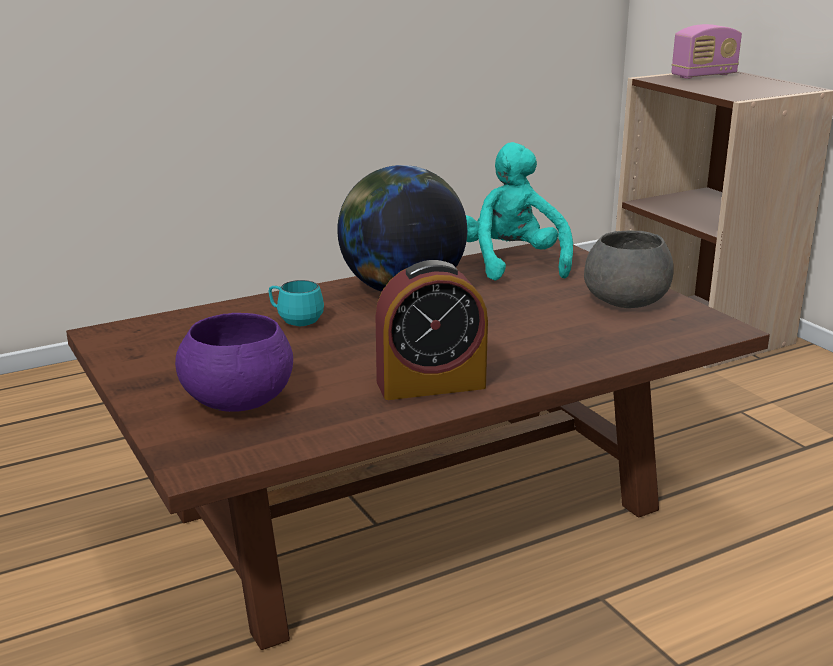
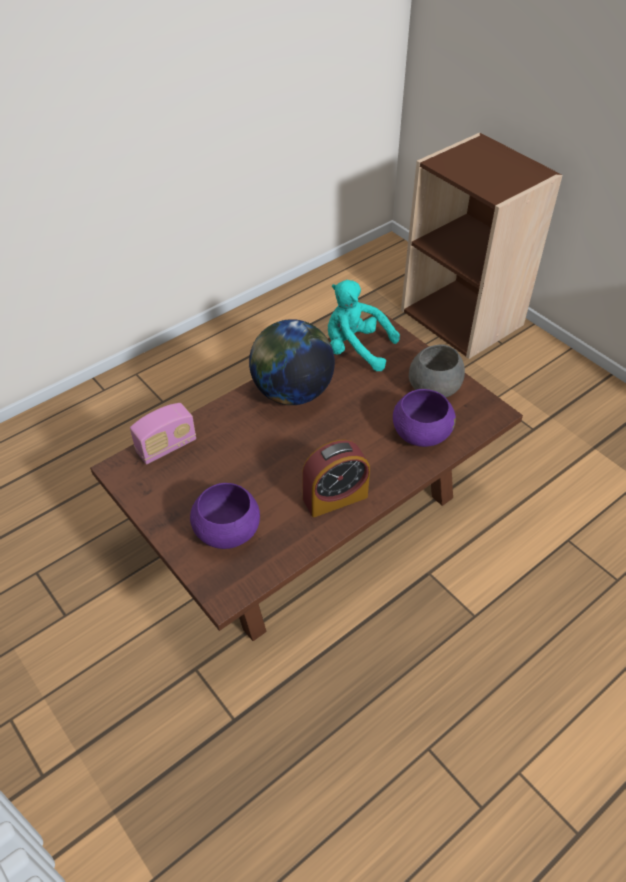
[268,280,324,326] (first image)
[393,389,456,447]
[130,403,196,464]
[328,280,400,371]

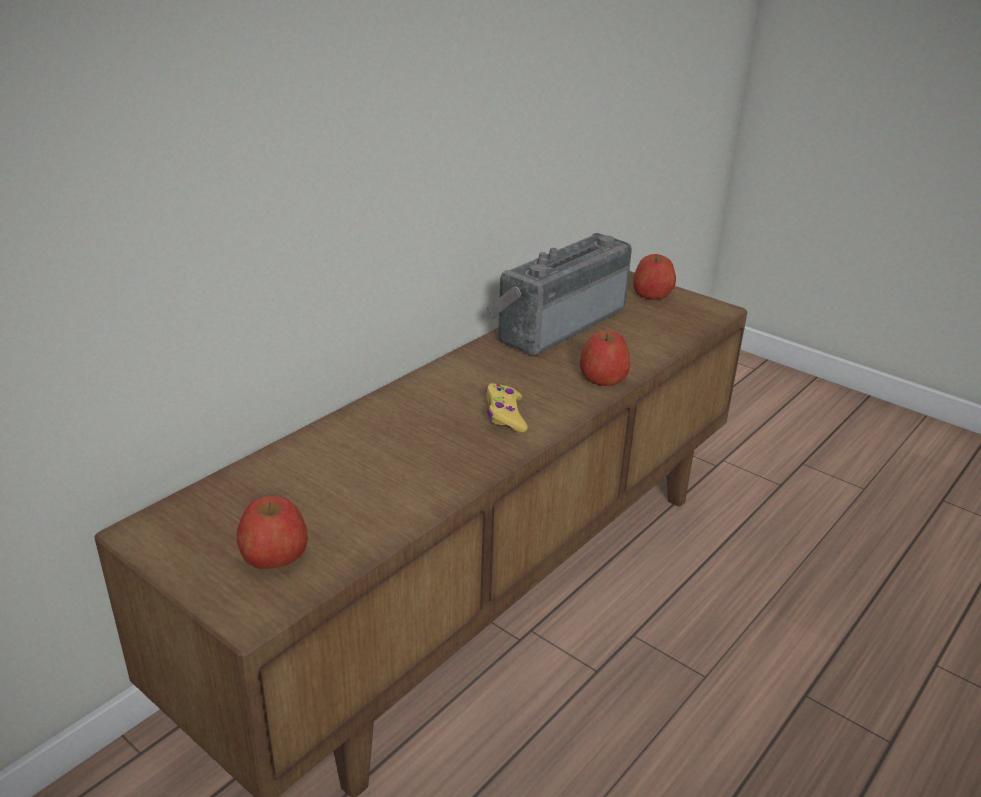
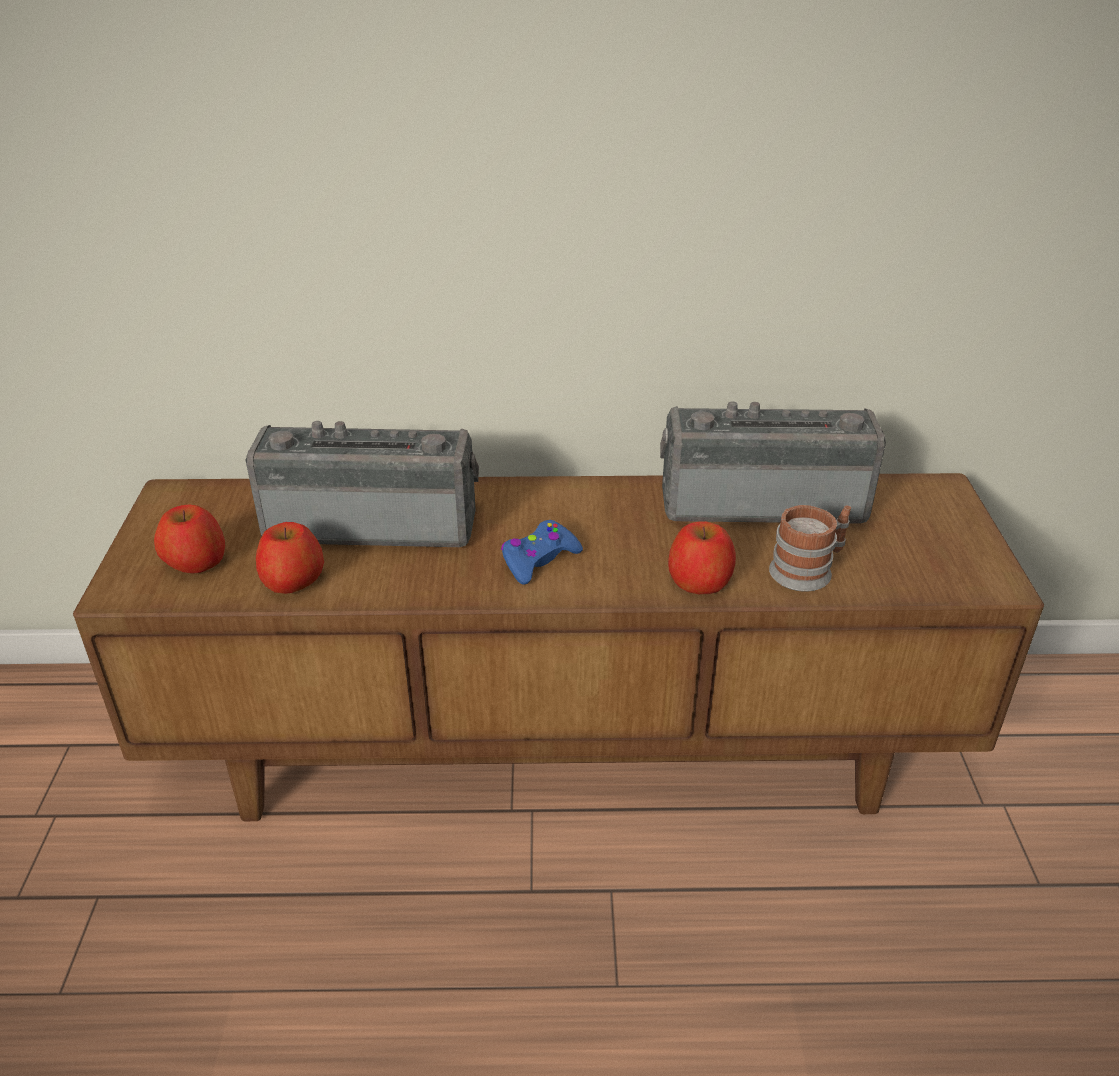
[246,421,479,547]
[769,505,851,592]
[256,522,324,594]
[501,520,583,585]

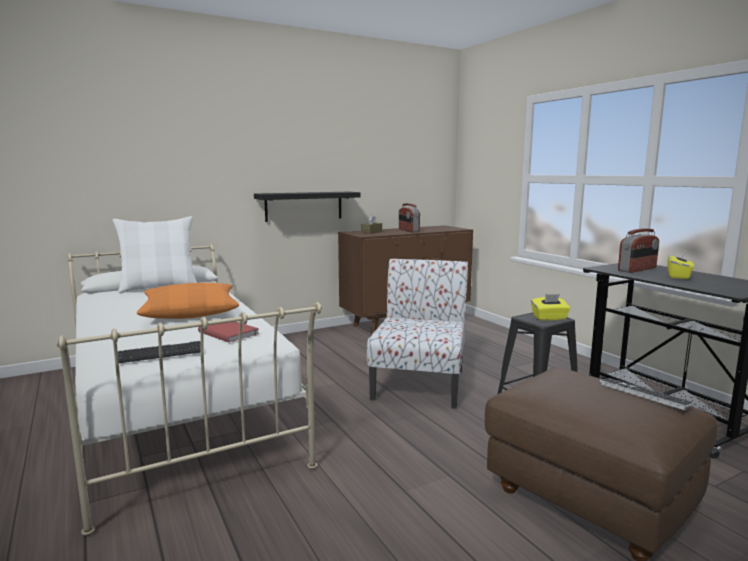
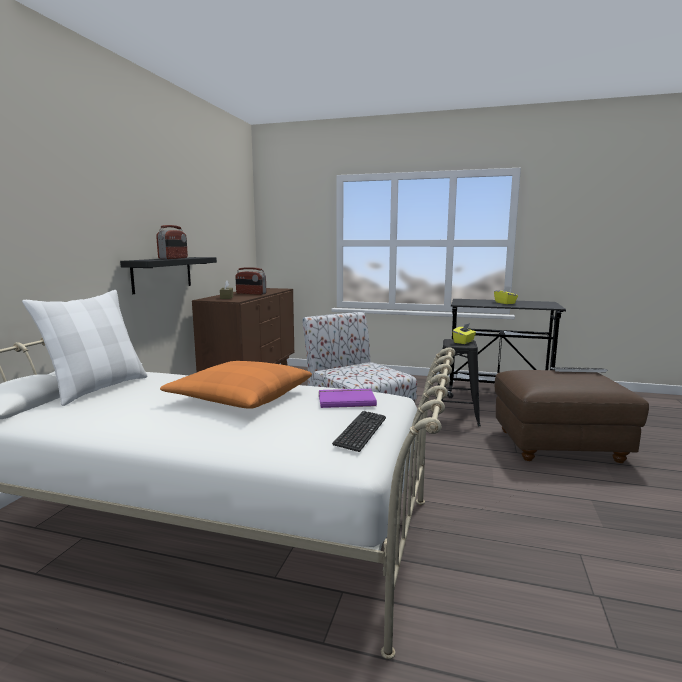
[156,225,188,259]
[319,389,377,408]

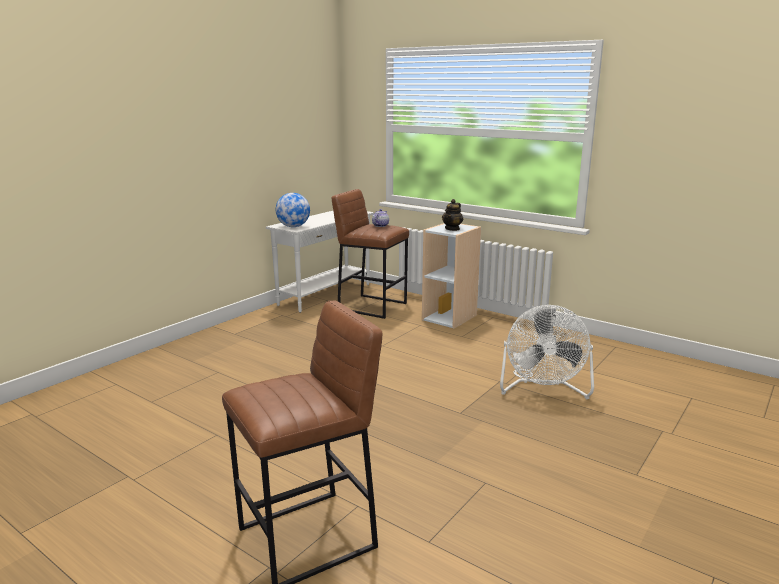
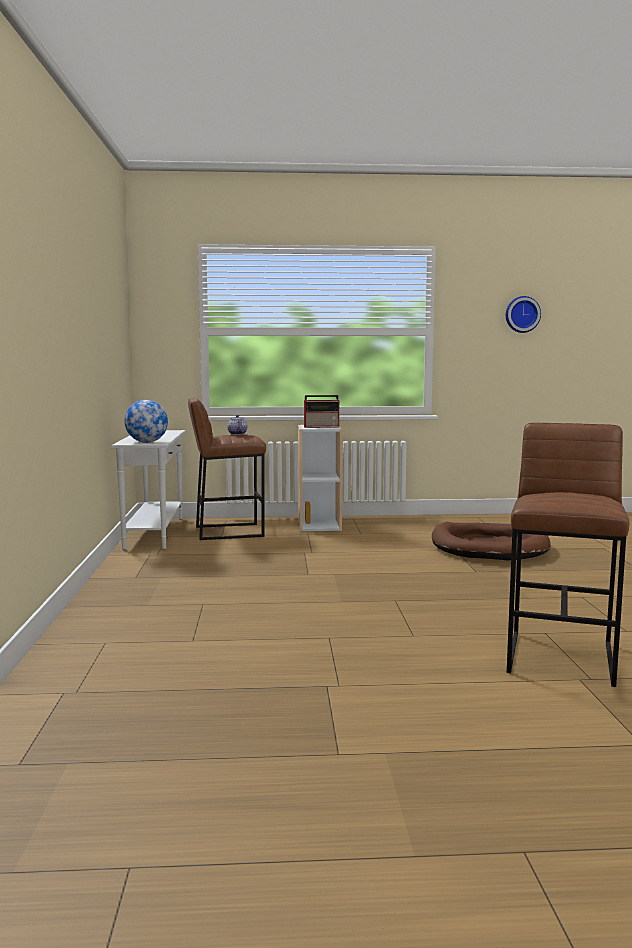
[506,296,541,333]
[304,395,340,428]
[432,522,551,560]

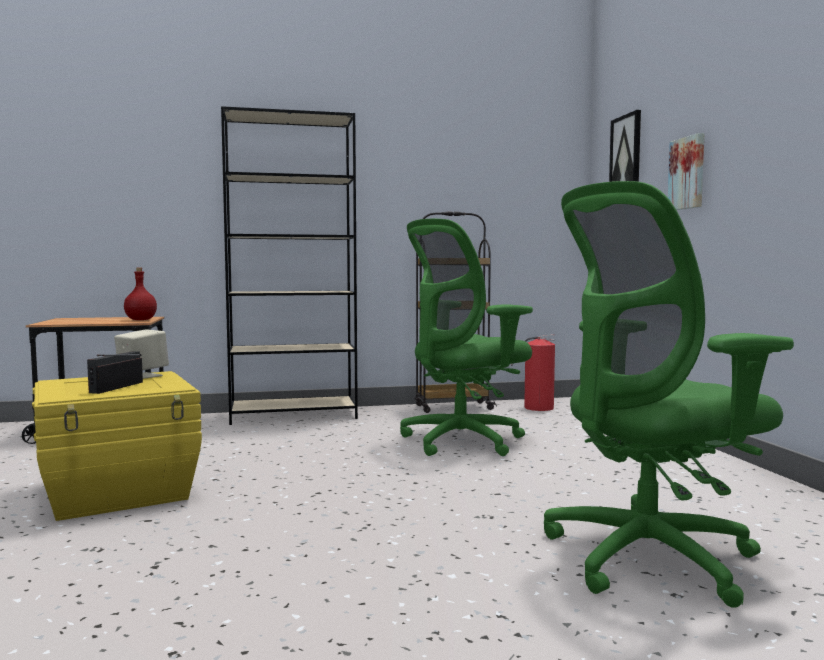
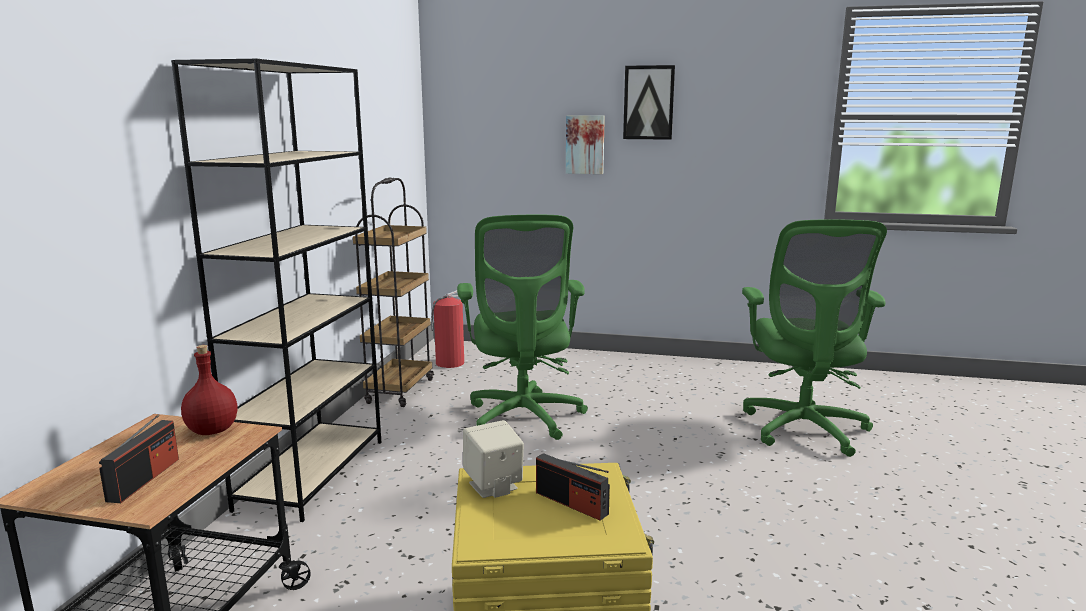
[99,415,179,503]
[623,65,675,140]

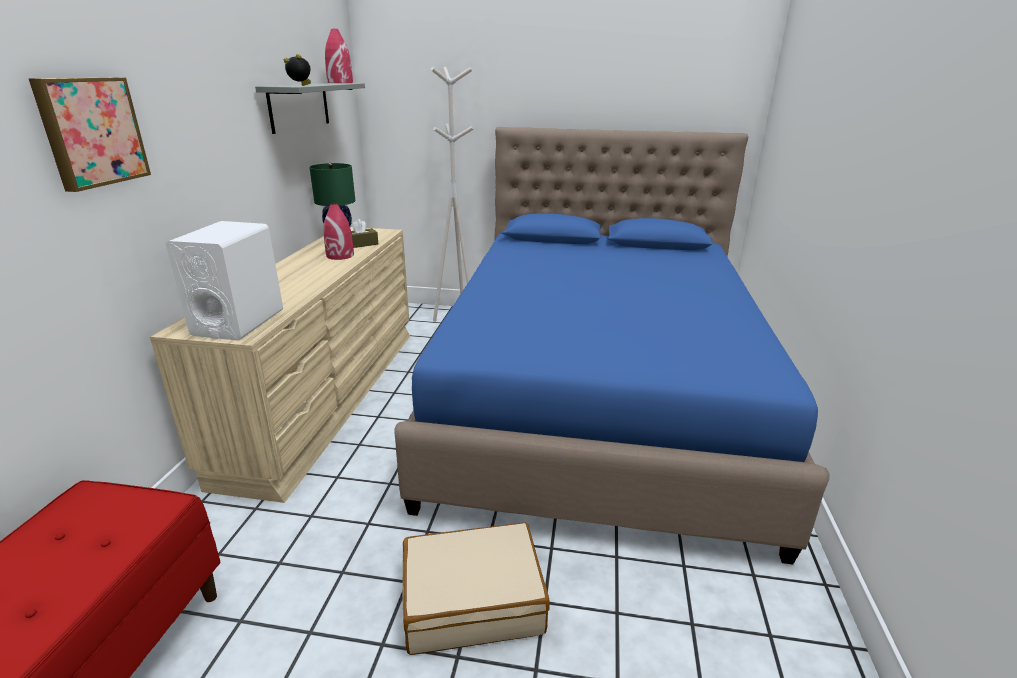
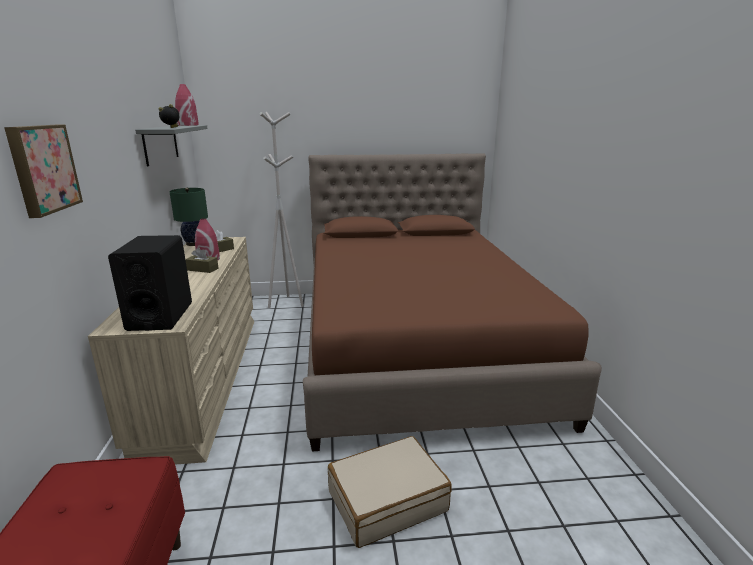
[185,248,218,273]
[108,235,192,331]
[303,153,602,452]

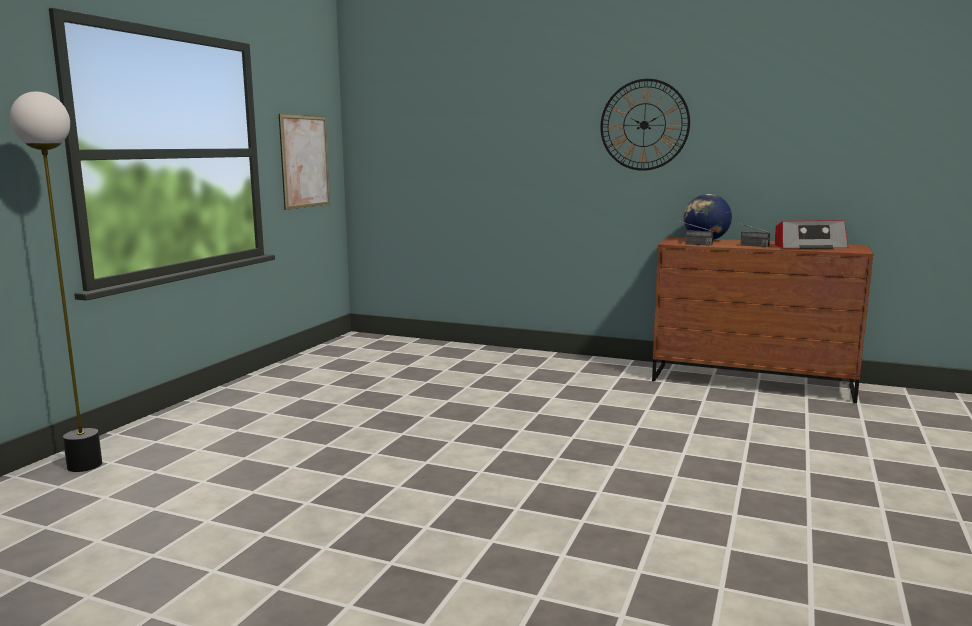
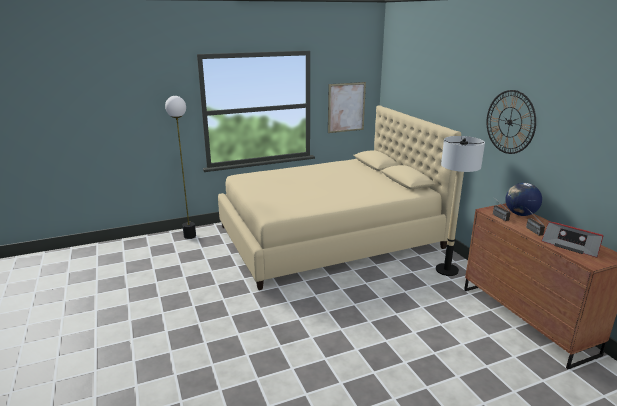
[218,105,461,290]
[436,136,485,276]

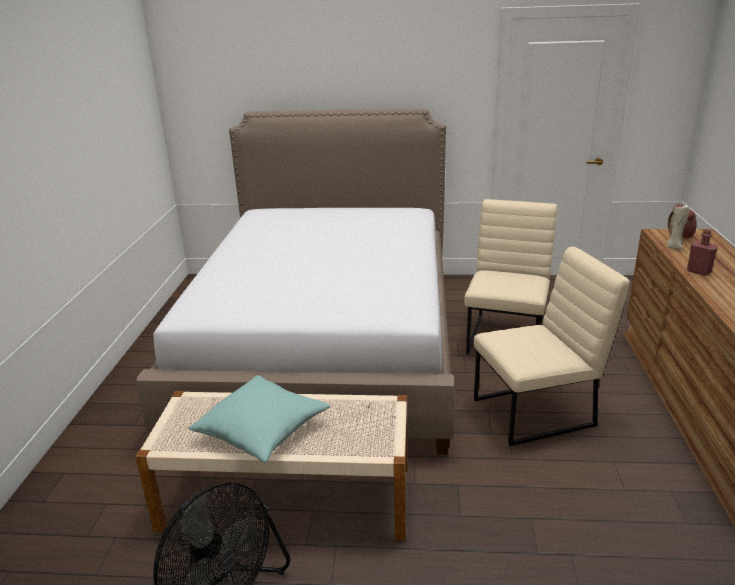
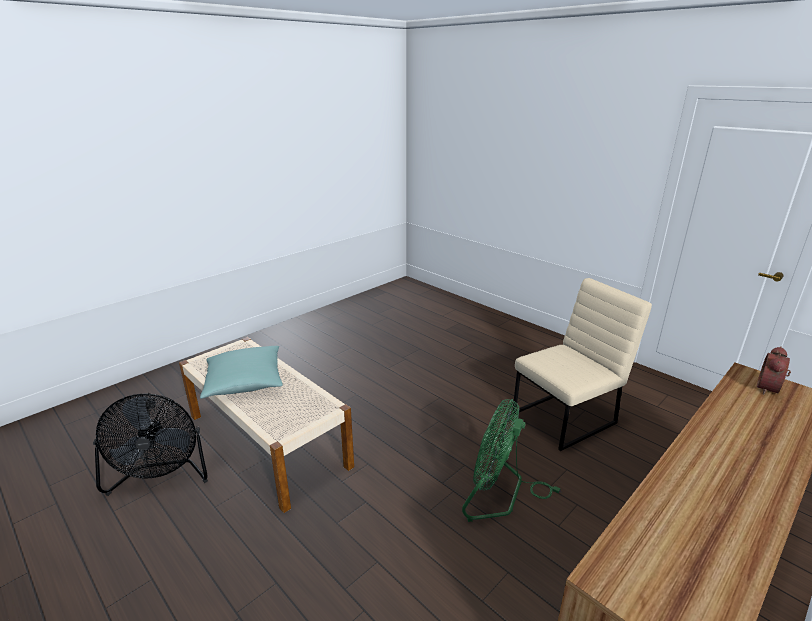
[136,109,455,455] (first image)
[667,205,689,250] (first image)
[687,229,718,276] (first image)
[462,399,562,522]

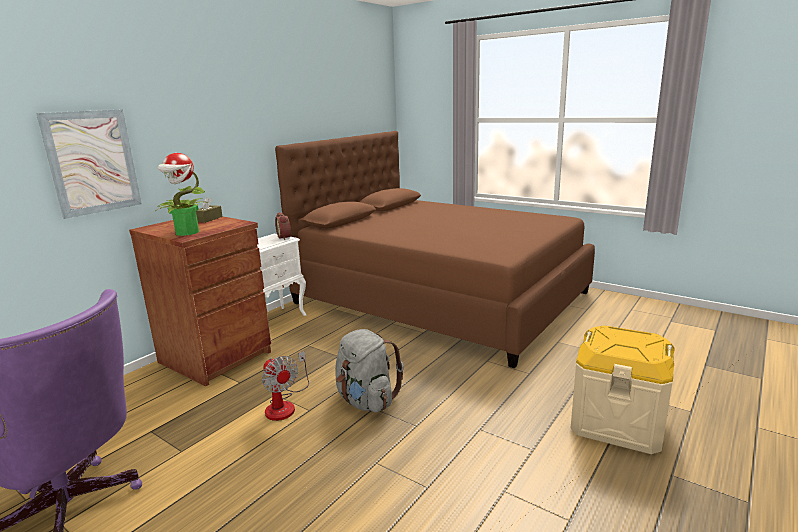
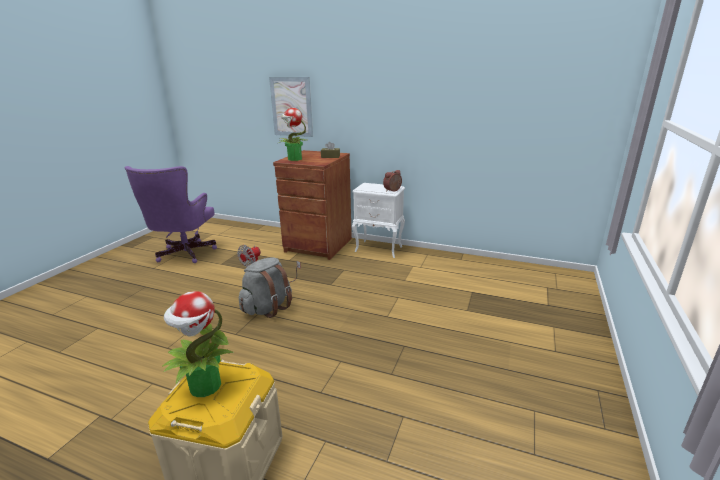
[275,131,595,368] (first image)
[162,291,234,397]

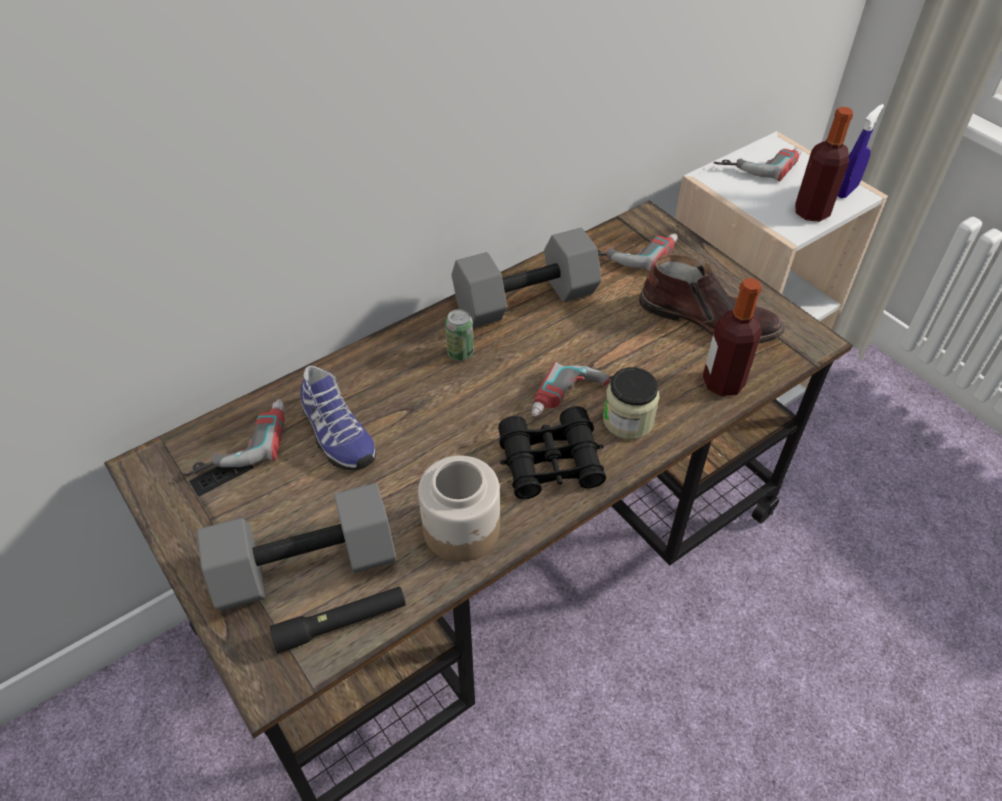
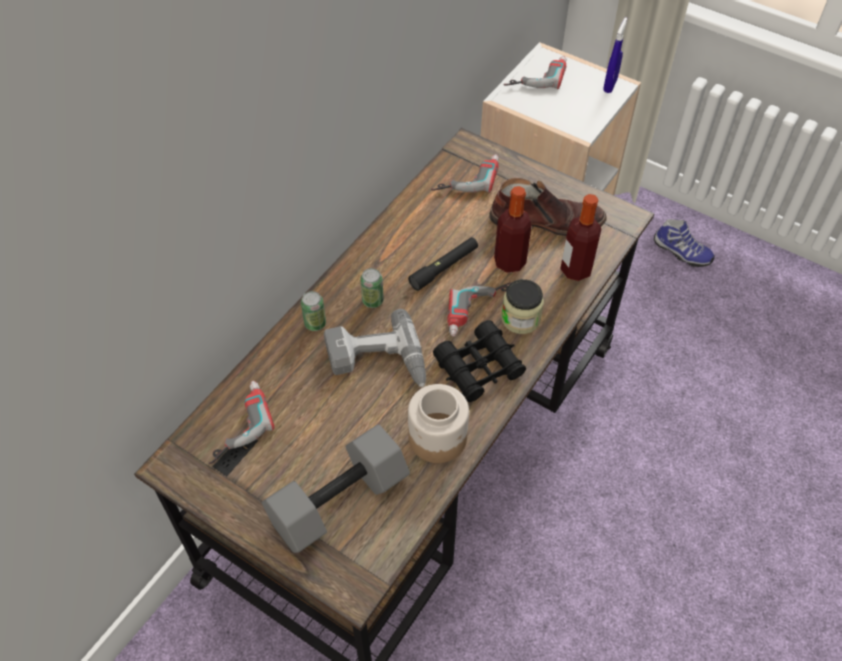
[452,228,601,328] (first image)
[301,291,326,331]
[324,309,426,387]
[408,237,478,291]
[654,219,715,267]
[494,186,532,273]

